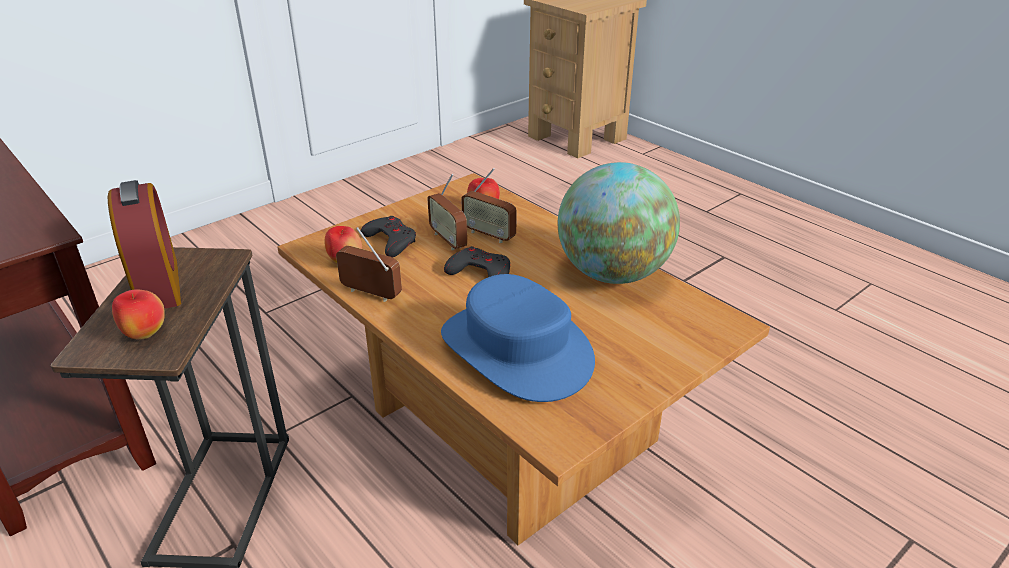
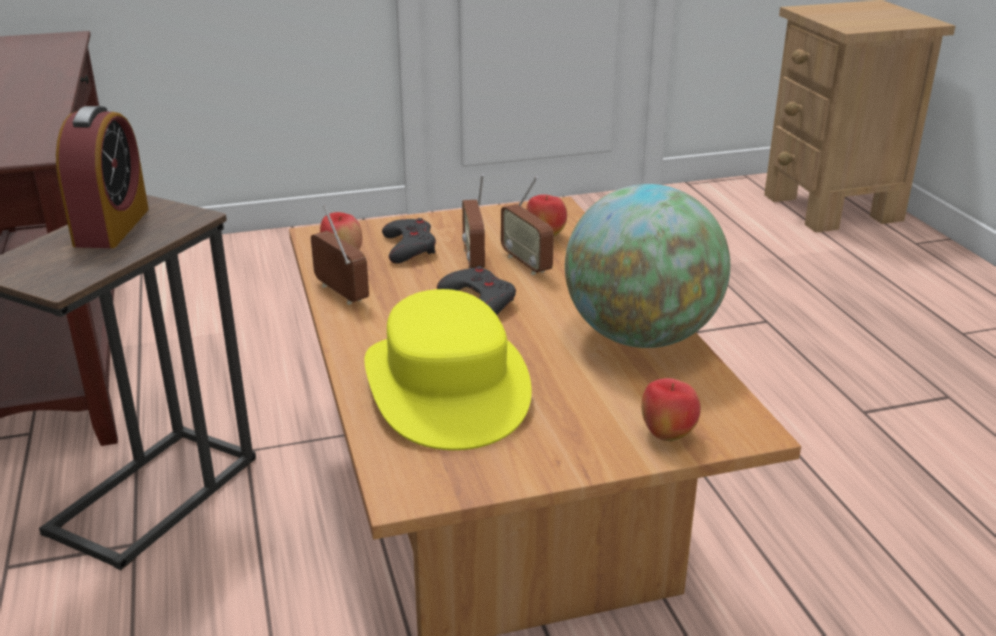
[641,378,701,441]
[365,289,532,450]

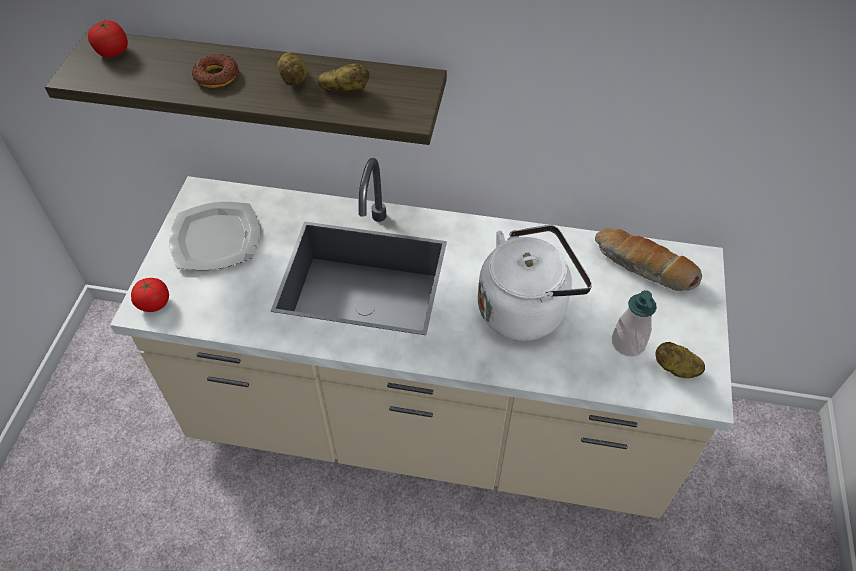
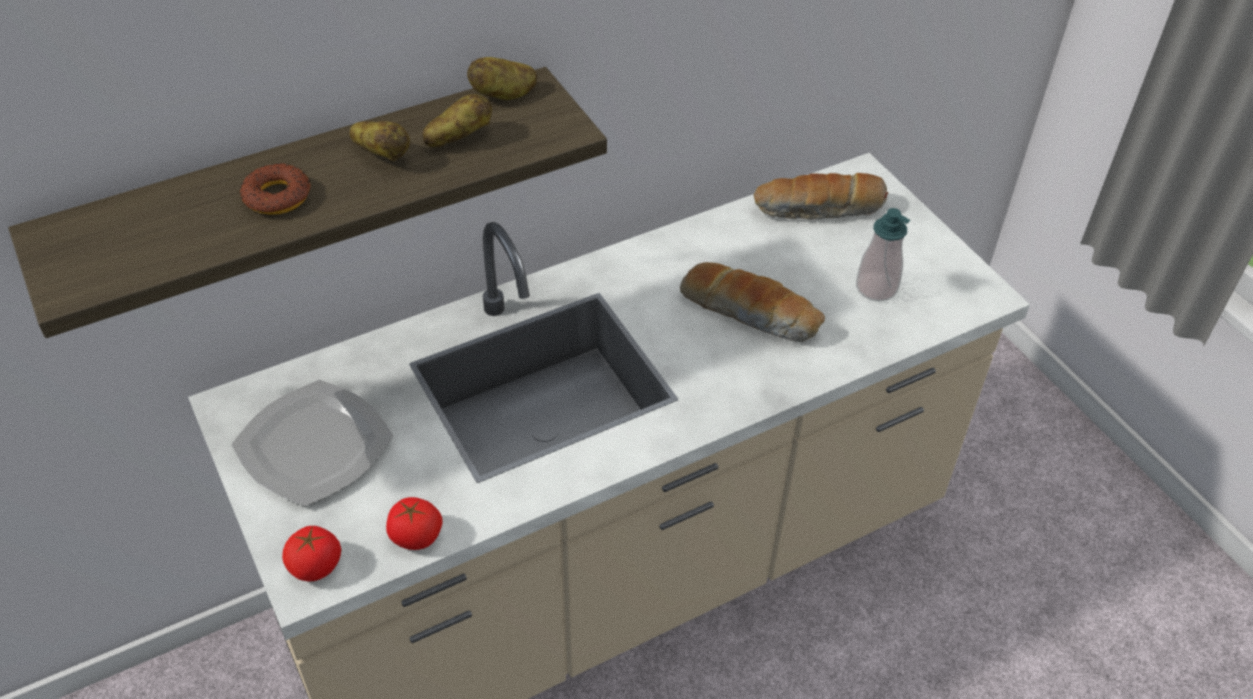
[386,497,442,550]
[467,57,537,100]
[680,262,825,342]

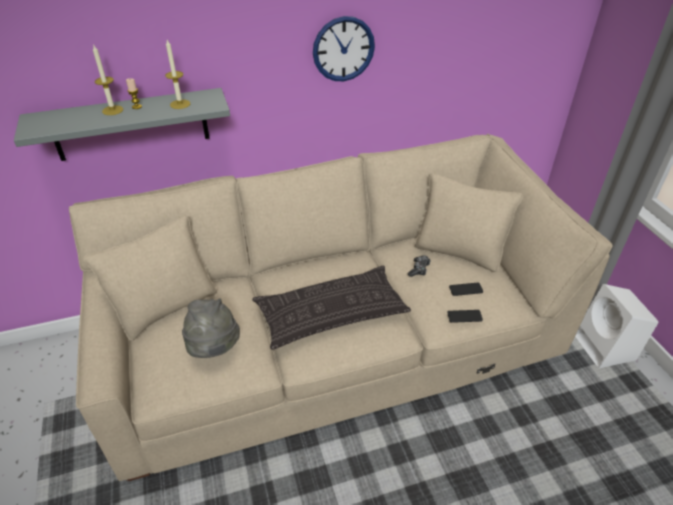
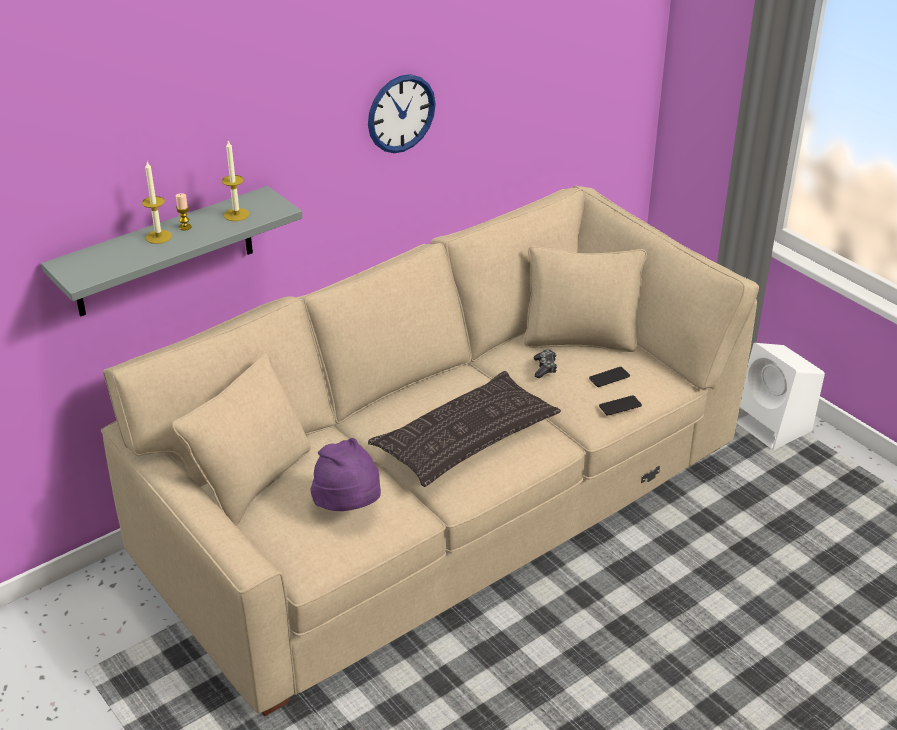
[311,438,381,511]

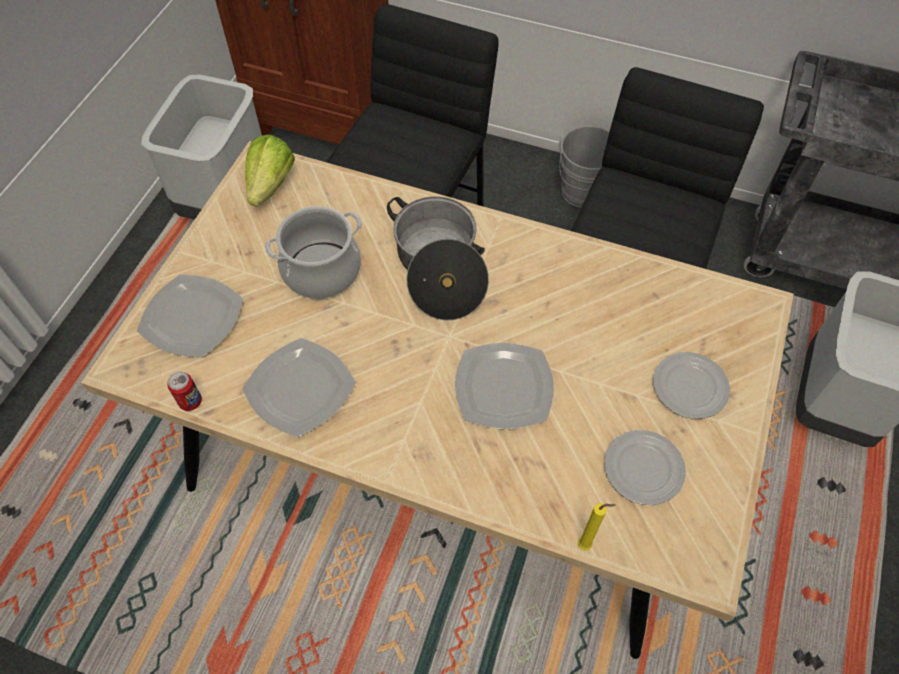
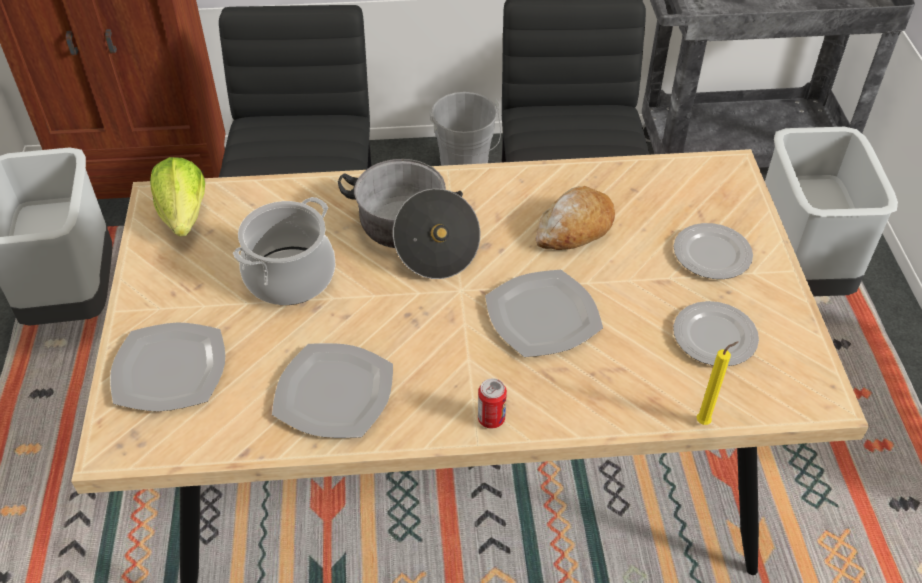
[536,186,615,250]
[478,378,507,429]

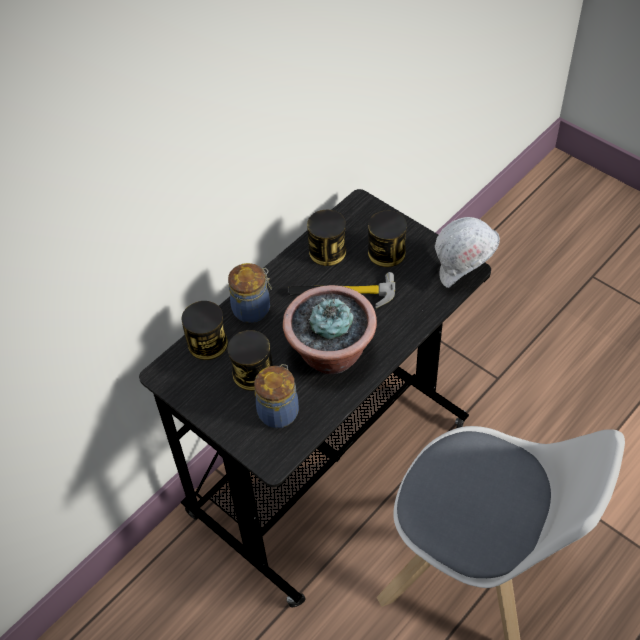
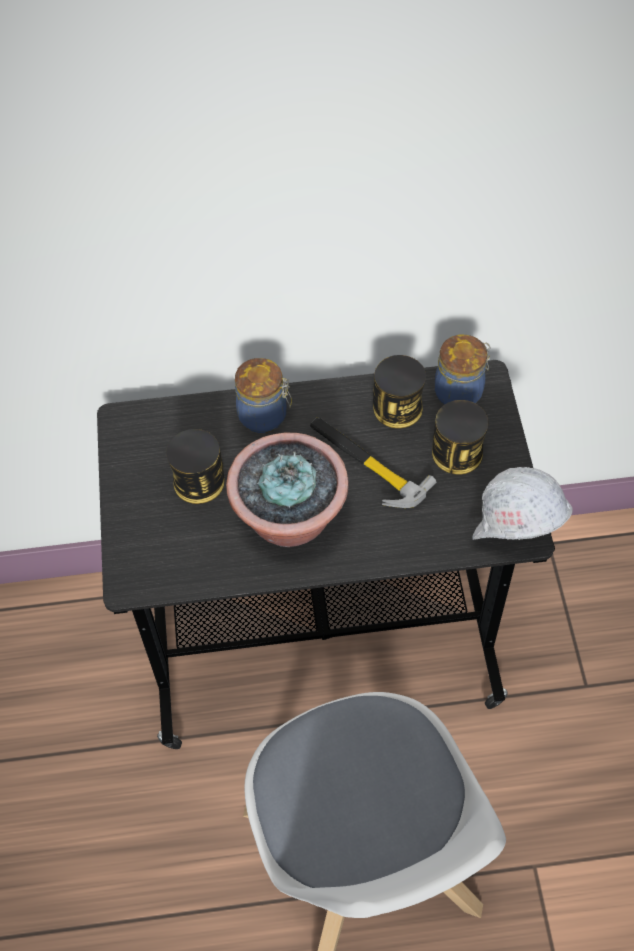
[181,301,228,360] (first image)
[435,335,491,405]

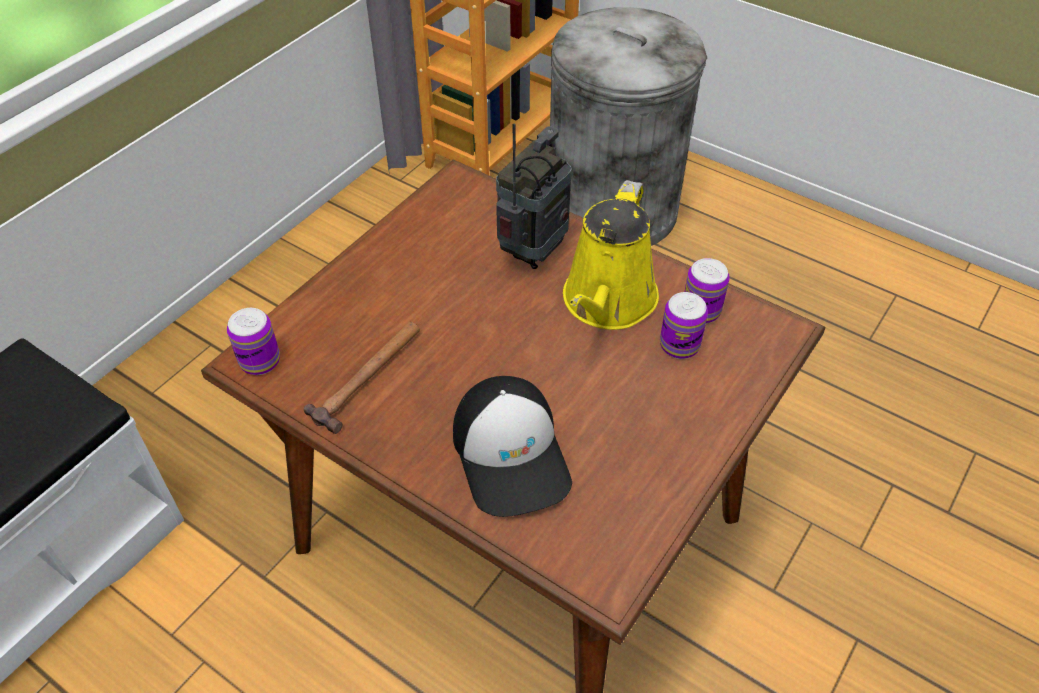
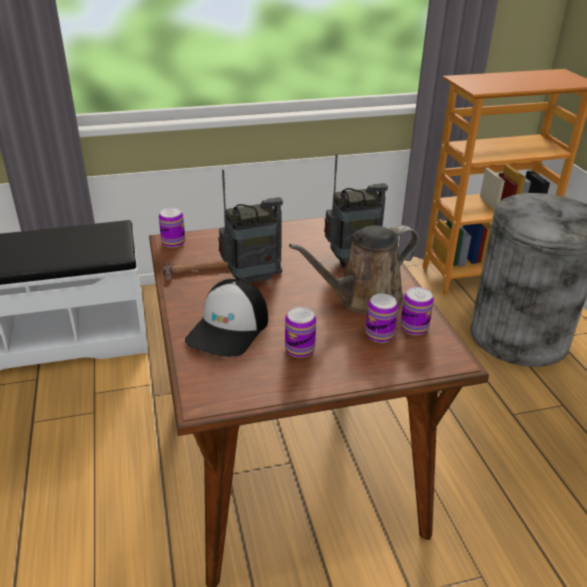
[218,170,283,283]
[285,307,316,358]
[289,225,419,314]

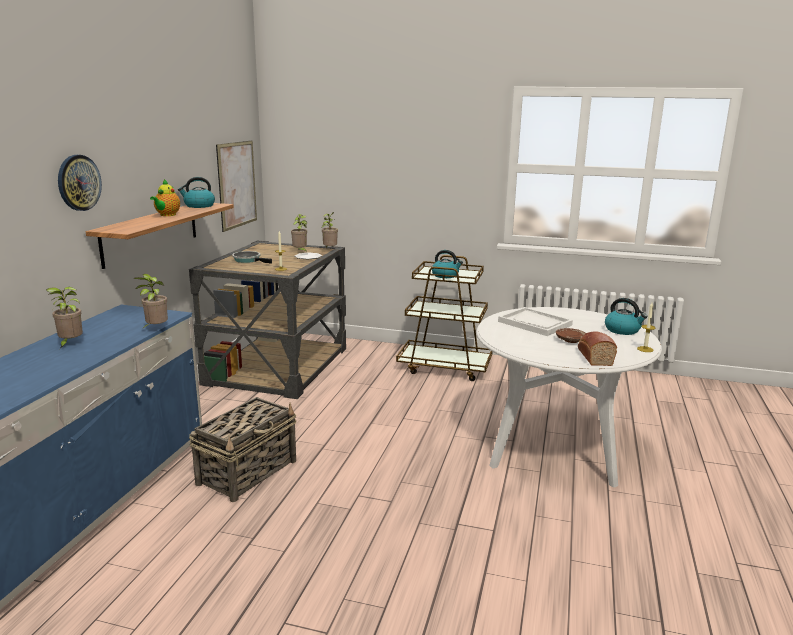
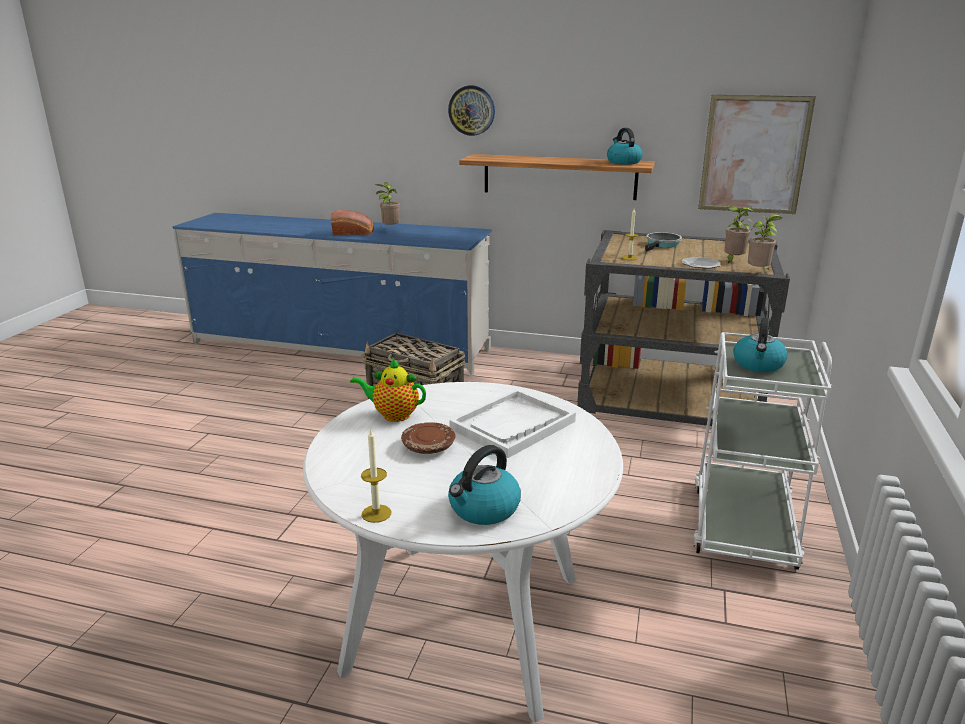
[133,274,168,329] (first image)
[350,358,426,422]
[331,210,374,235]
[694,332,832,570]

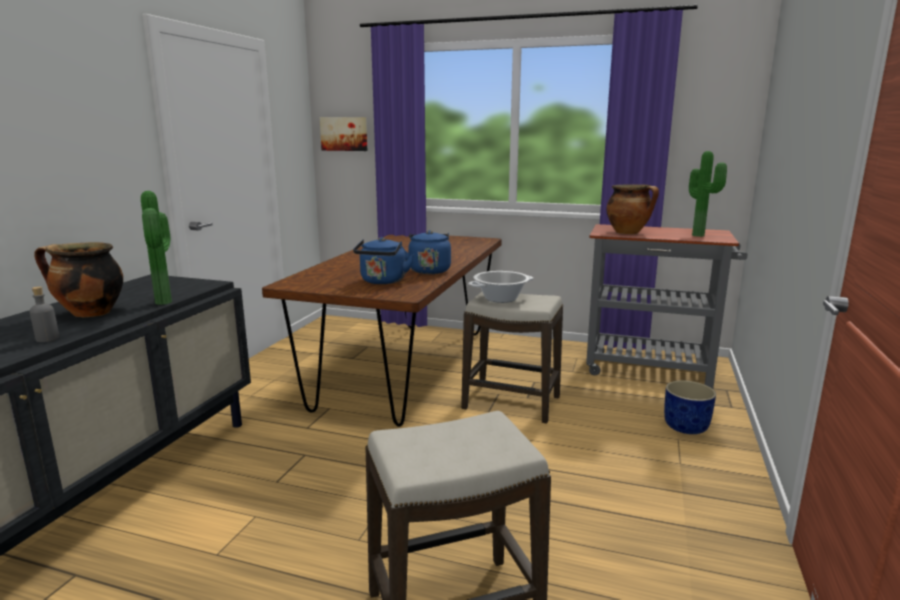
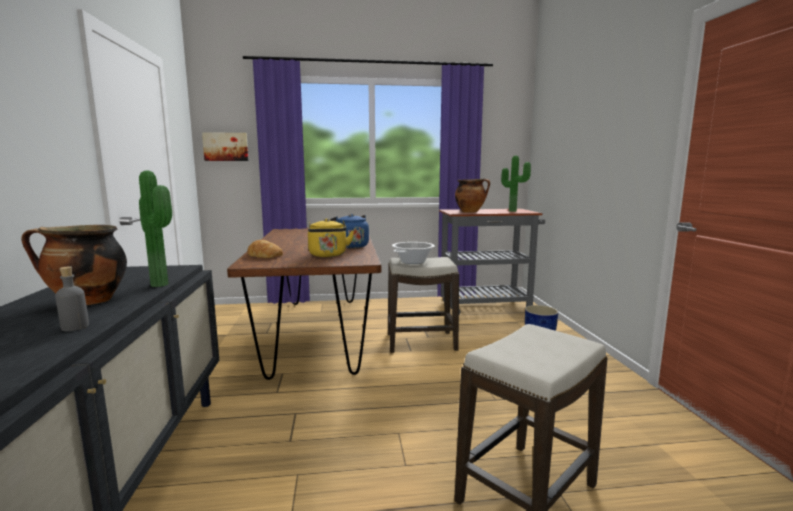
[247,240,283,258]
[308,218,354,257]

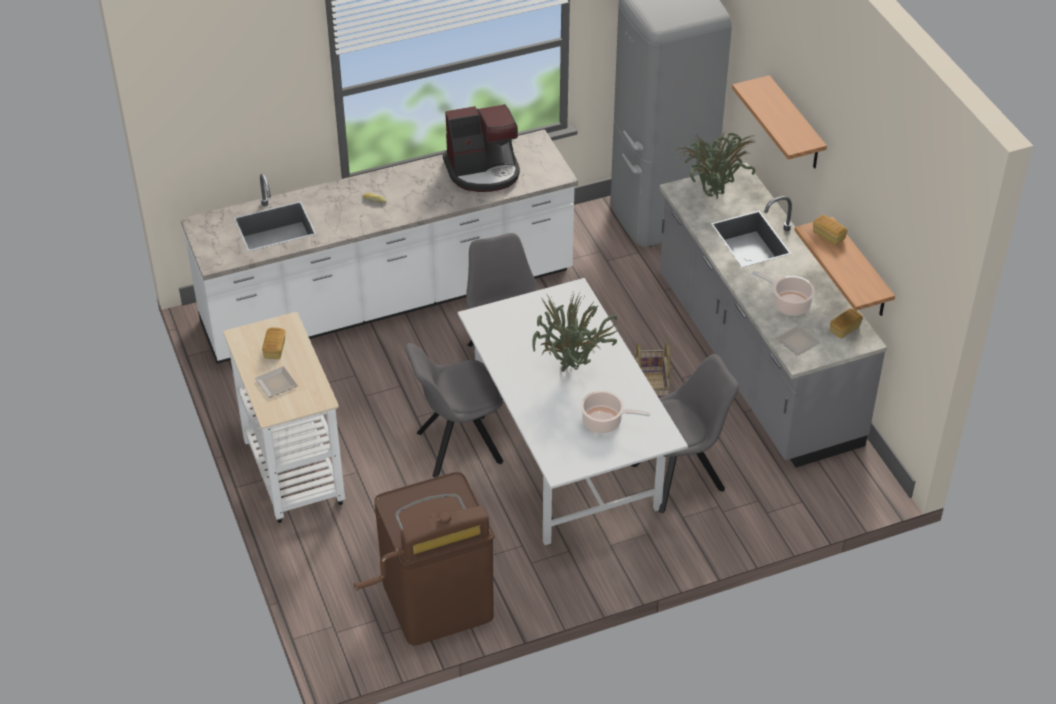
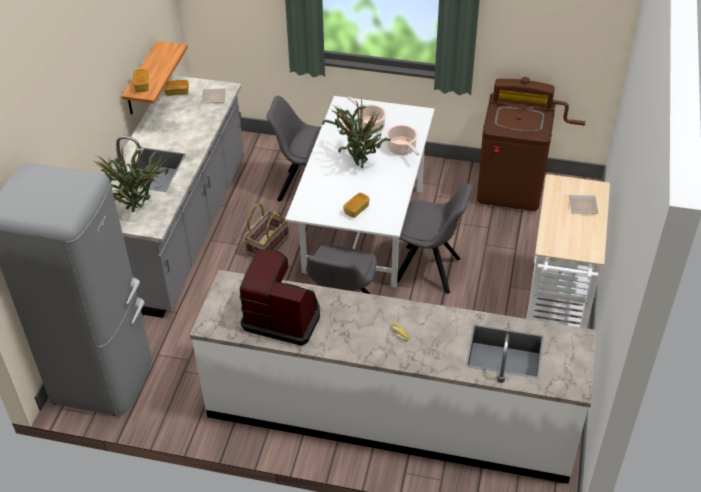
[732,75,827,168] (first image)
[343,193,369,218]
[386,125,420,155]

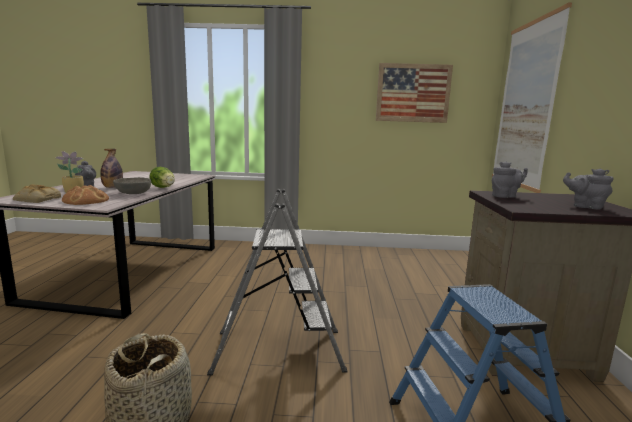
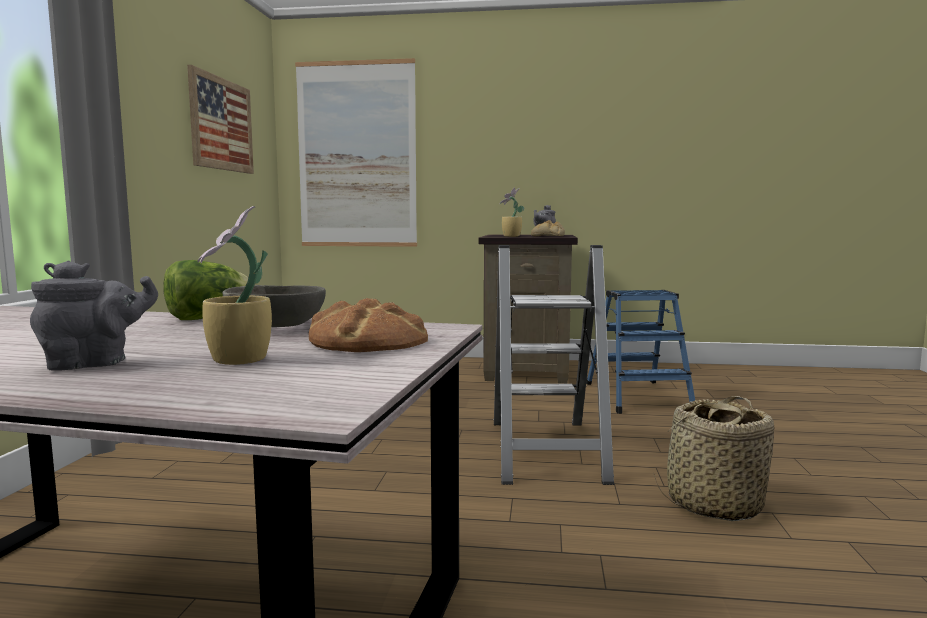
[100,149,123,188] (first image)
[531,220,565,236]
[500,187,524,237]

